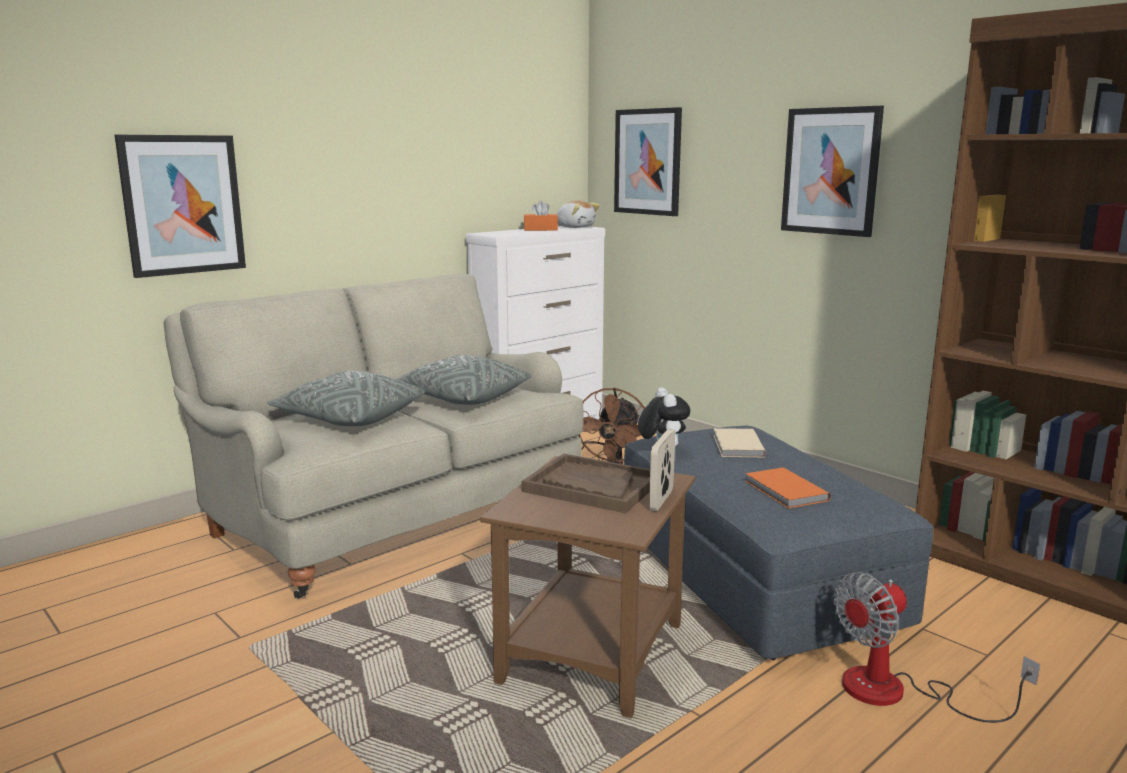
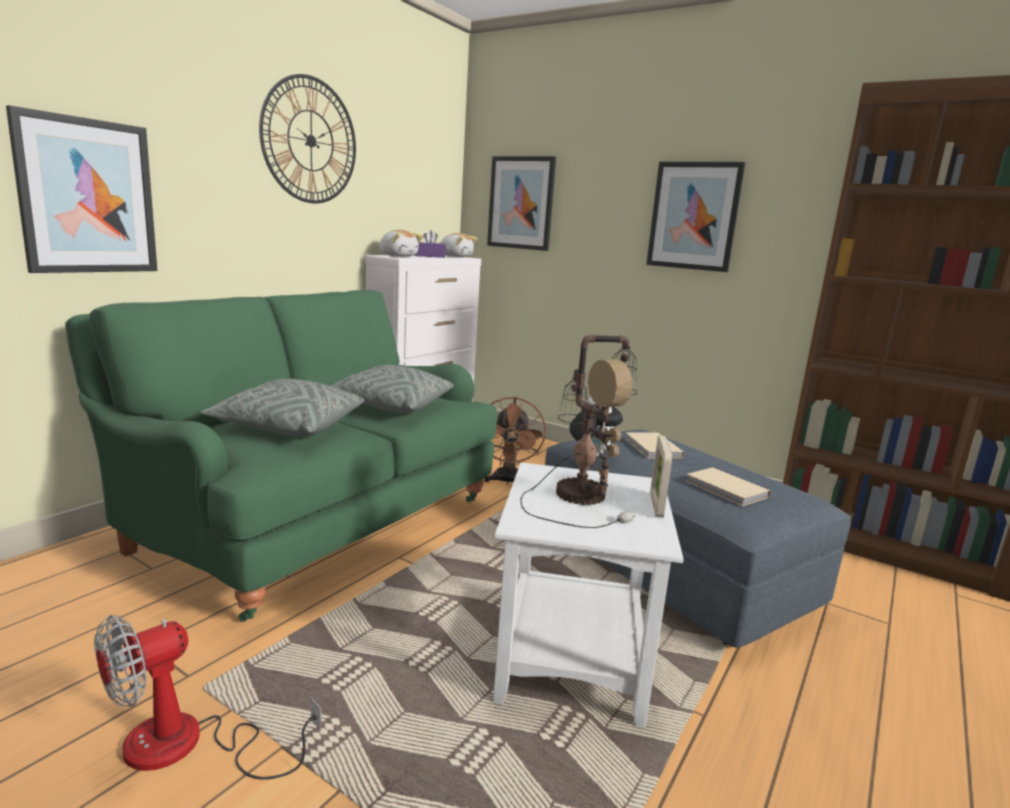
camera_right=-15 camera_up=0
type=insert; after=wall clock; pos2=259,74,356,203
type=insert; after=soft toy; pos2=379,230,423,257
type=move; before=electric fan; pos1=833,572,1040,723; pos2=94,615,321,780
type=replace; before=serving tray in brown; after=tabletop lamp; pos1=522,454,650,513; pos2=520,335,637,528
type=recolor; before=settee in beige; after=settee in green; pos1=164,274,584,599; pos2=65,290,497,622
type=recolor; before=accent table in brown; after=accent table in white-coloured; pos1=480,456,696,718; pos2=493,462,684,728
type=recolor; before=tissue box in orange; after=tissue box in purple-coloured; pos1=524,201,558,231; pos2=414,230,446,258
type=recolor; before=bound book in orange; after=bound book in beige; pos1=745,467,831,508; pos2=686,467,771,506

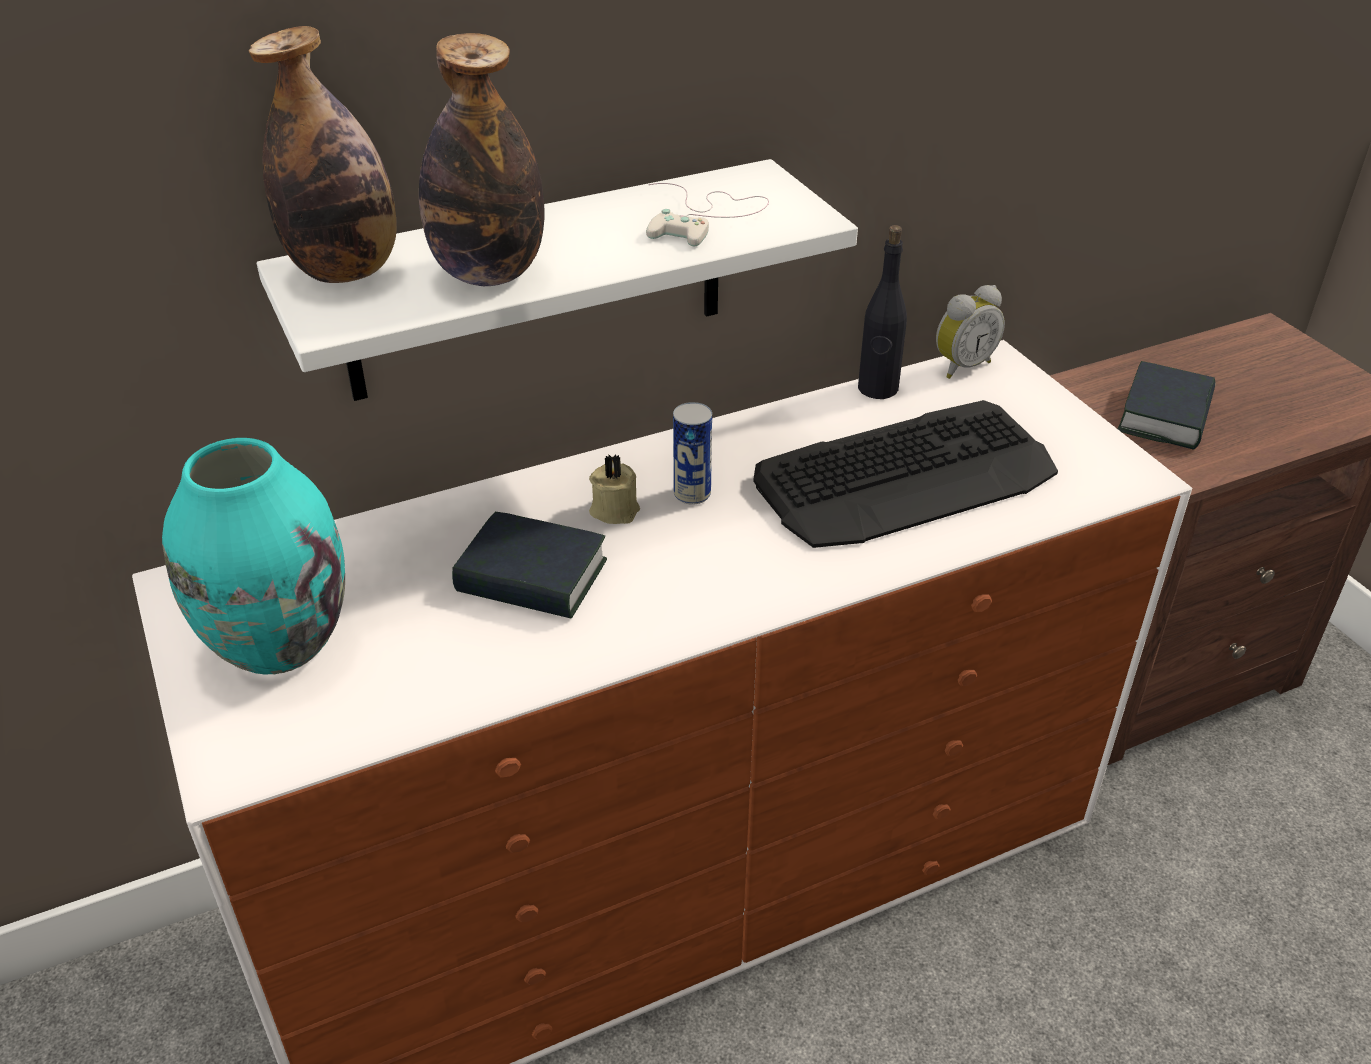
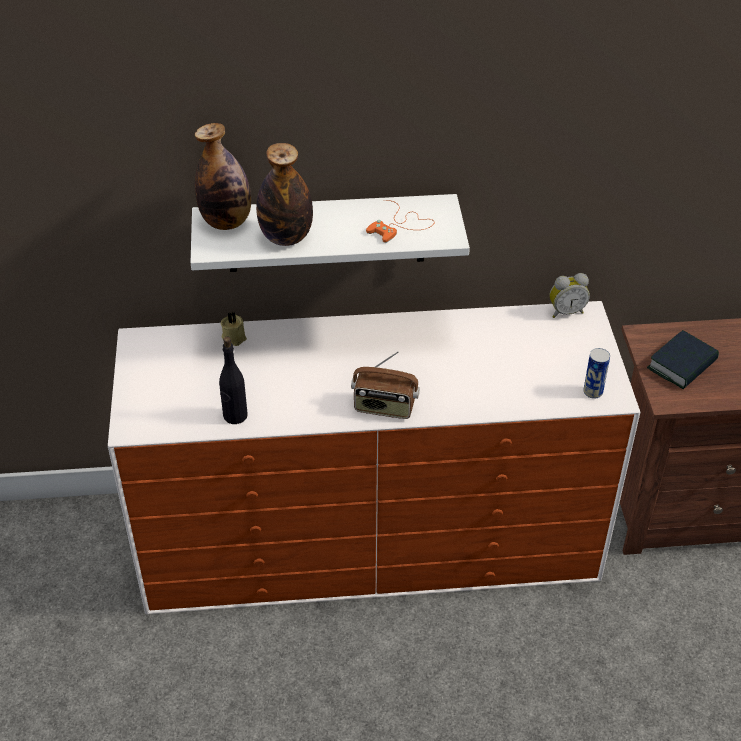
camera_right=20 camera_up=5
type=delete; before=flower vase in turquoise-coloured; pos1=162,438,345,675
type=delete; before=bound book; pos1=452,512,607,619
type=delete; before=PC keyboard; pos1=753,400,1058,548
type=insert; after=radio set; pos2=351,352,420,419
type=move; before=wax light in beige; pos1=589,454,640,524; pos2=221,312,247,346
type=move; before=metal can; pos1=673,402,712,505; pos2=583,348,610,399
type=move; before=drink bottle in blackish; pos1=858,225,907,399; pos2=219,337,248,424
type=recolor; before=gamepad in white-coloured; after=gamepad in orange; pos1=646,183,769,246; pos2=366,200,435,243

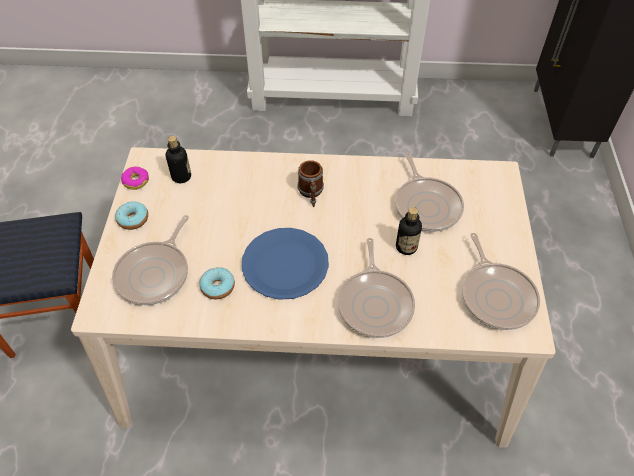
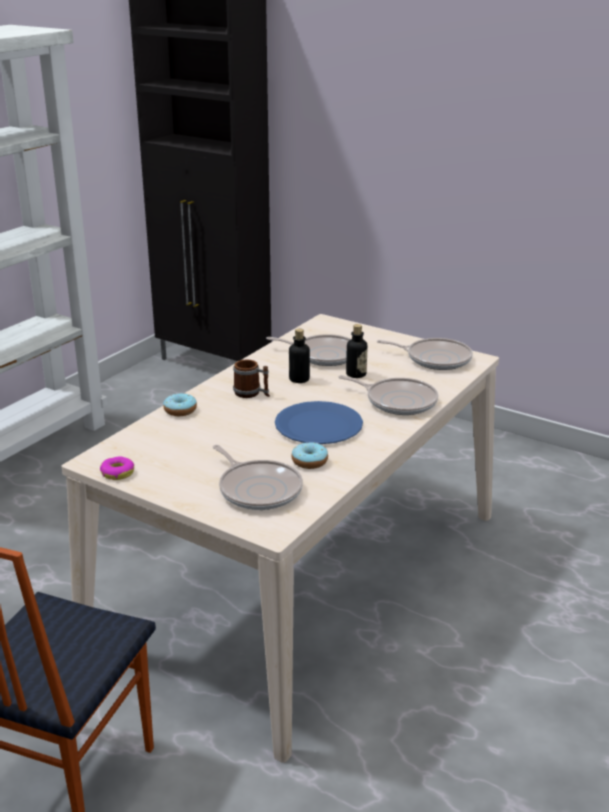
camera_right=-60 camera_up=-25
type=move; before=ring doughnut; pos1=115,201,148,230; pos2=163,393,197,416
type=move; before=drink bottle; pos1=166,136,191,183; pos2=289,329,310,383

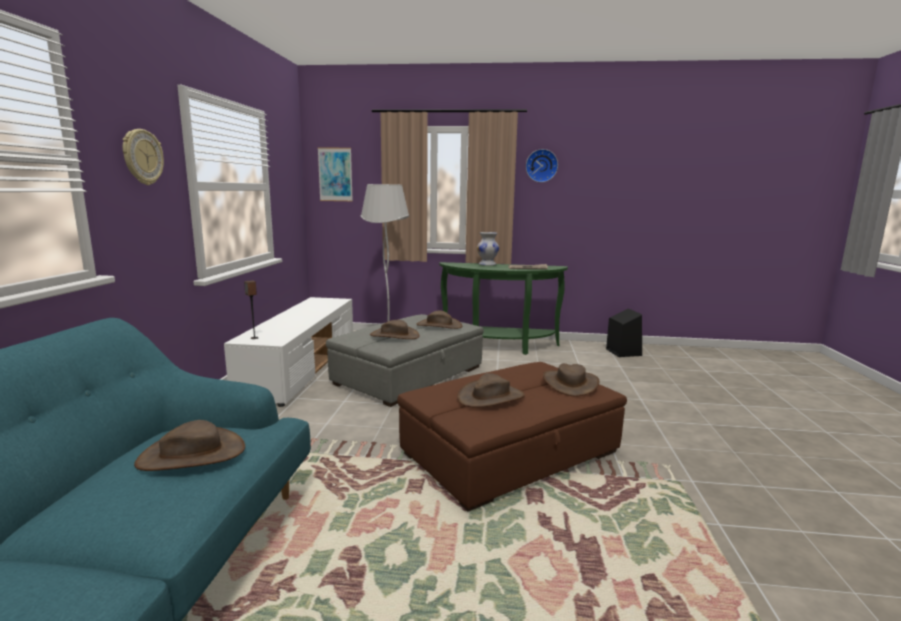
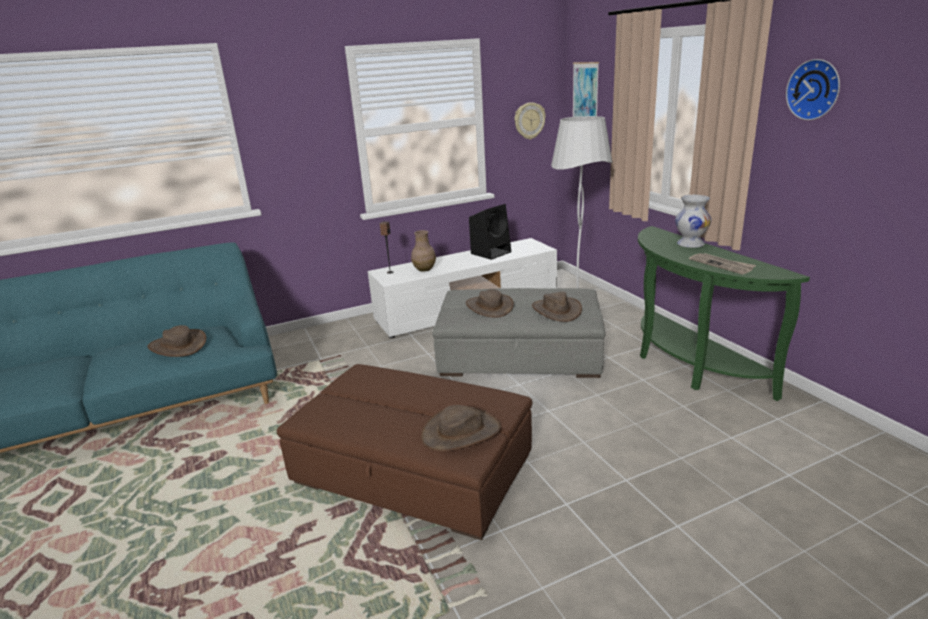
camera_right=60 camera_up=10
type=delete; before=wearable hat in brown; pos1=457,373,525,408
type=insert; after=flower vase in brown; pos2=411,230,436,271
type=move; before=wall clock; pos1=123,129,164,185; pos2=515,102,546,139
type=move; before=loudspeaker in blackish; pos1=606,308,642,357; pos2=469,204,511,260

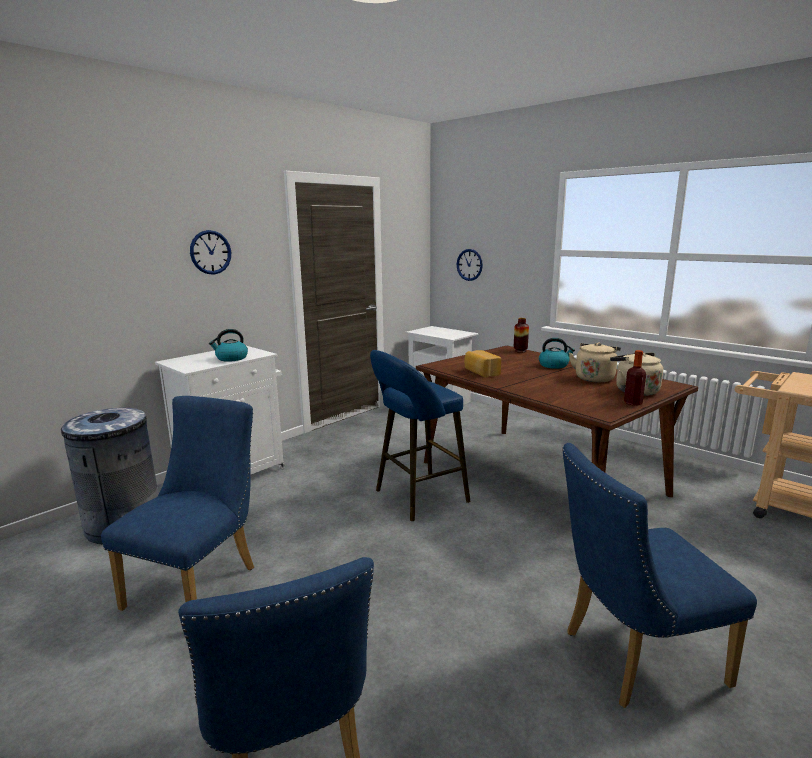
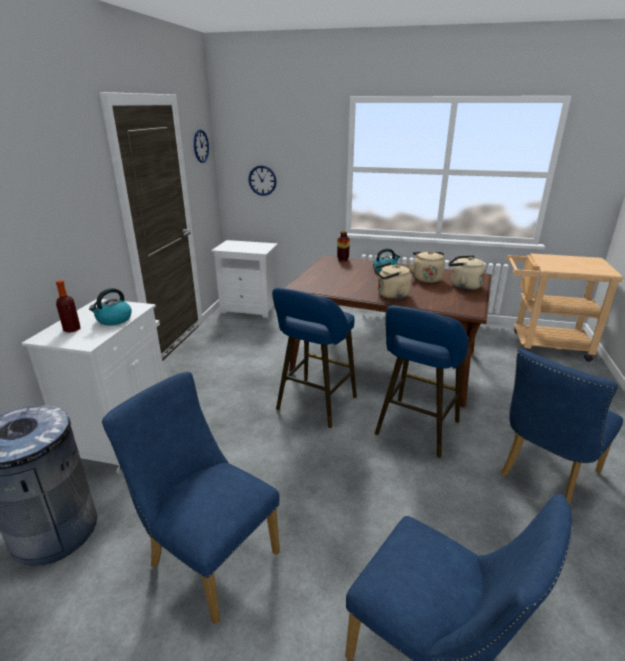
camera_right=-30 camera_up=10
type=delete; before=bread; pos1=464,350,501,377
type=insert; after=water kettle in beige; pos2=374,262,412,299
type=insert; after=stool seat in blue-coloured; pos2=375,305,469,458
type=move; before=wall clock; pos1=190,230,231,275; pos2=194,129,209,163
type=move; before=drink bottle; pos1=624,350,646,406; pos2=56,280,80,333
type=rotate; before=chair in blue-coloured; pos1=101,396,254,611; pos2=102,372,280,625; turn=-45

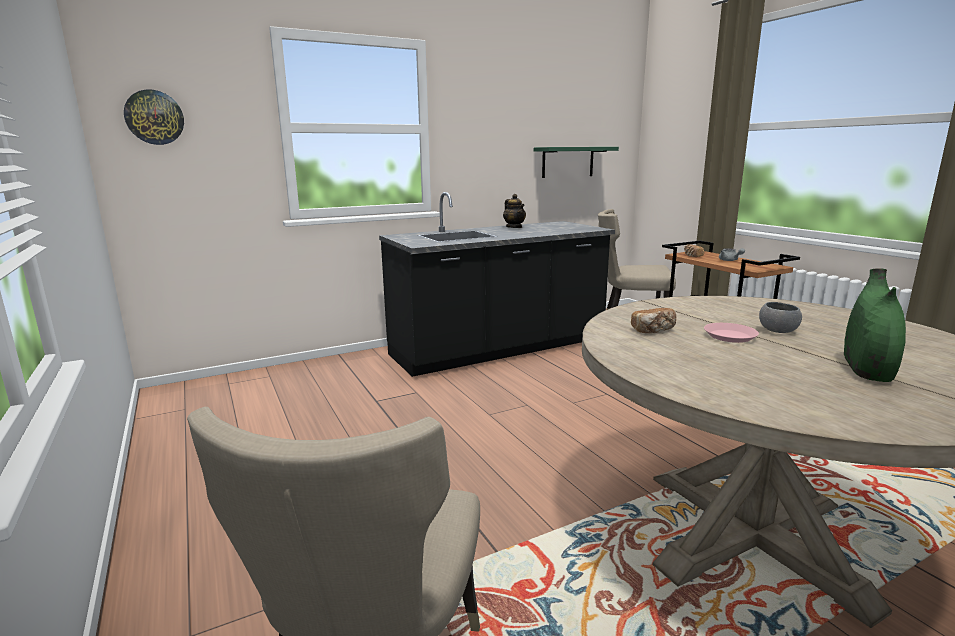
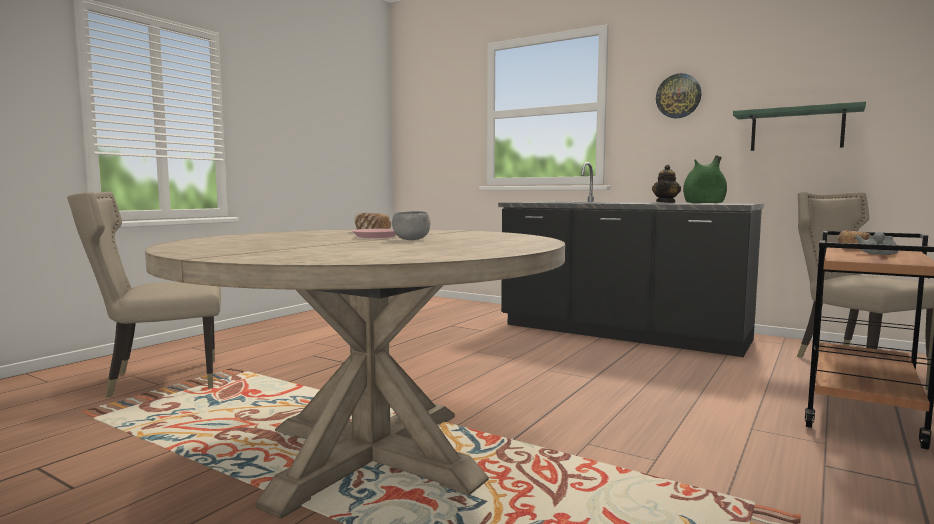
camera_right=60 camera_up=-10
type=move; before=wall clock; pos1=124,89,184,145; pos2=656,73,701,118
type=move; before=flower vase in green; pos1=844,268,906,382; pos2=683,156,727,203

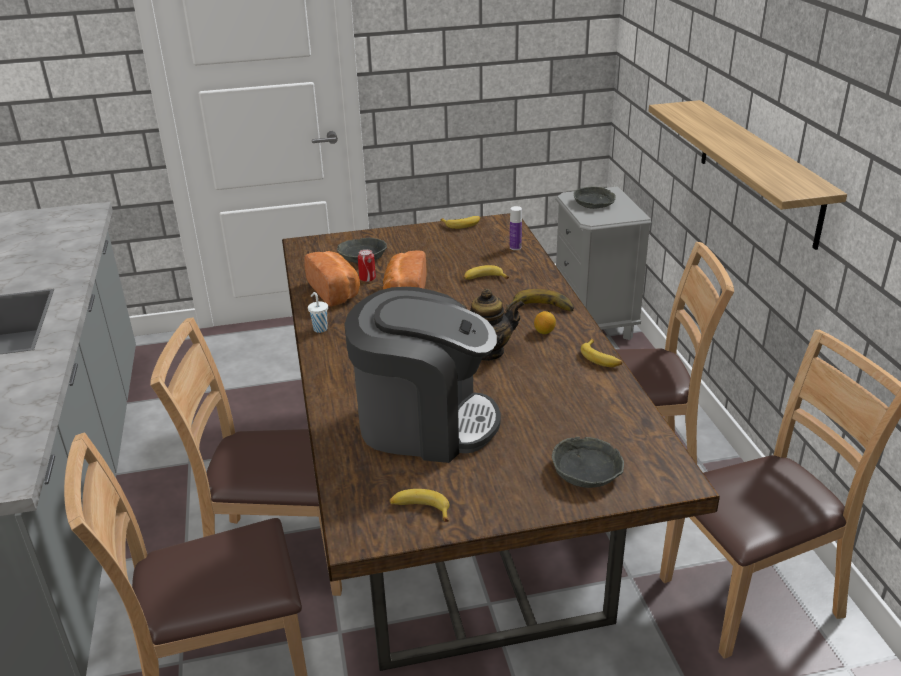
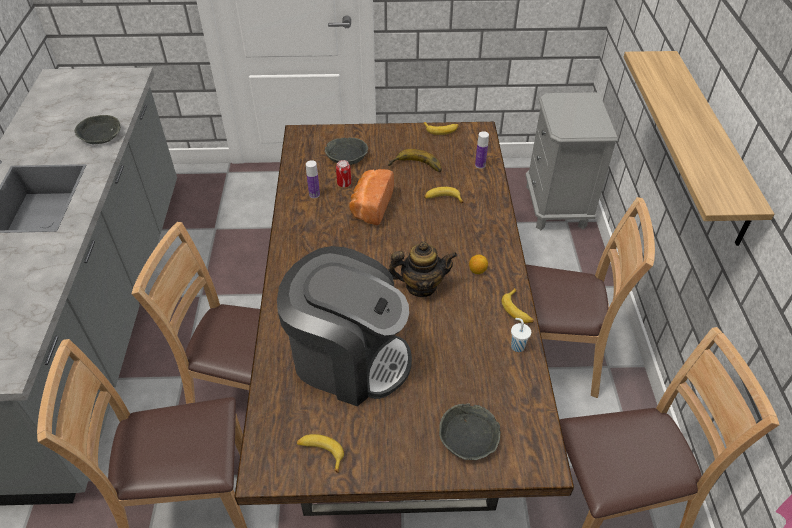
camera_right=10 camera_up=15
type=move; before=cup in white-coloured; pos1=308,292,328,333; pos2=511,318,531,352
type=move; before=banana fruit; pos1=506,289,574,312; pos2=388,149,442,173
type=move; before=deep dish in gray; pos1=574,187,616,209; pos2=74,115,121,144
type=replace; before=bread; after=drink bottle; pos1=304,251,360,307; pos2=306,160,320,198

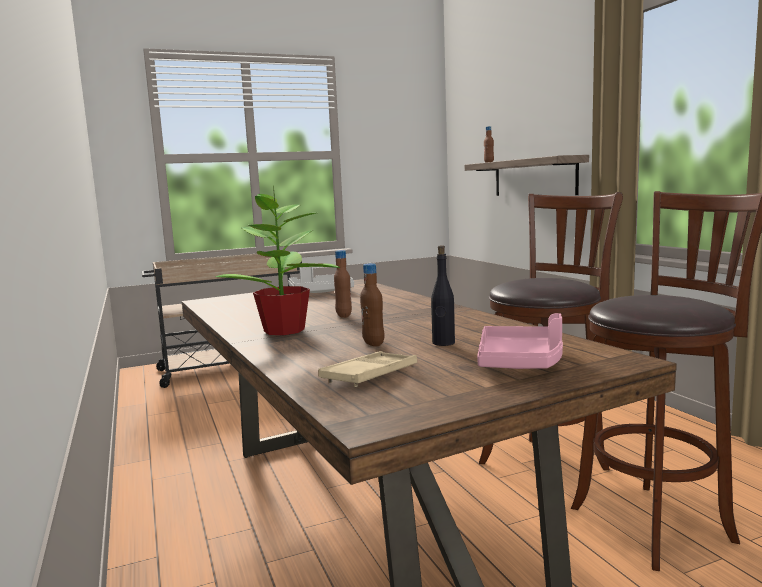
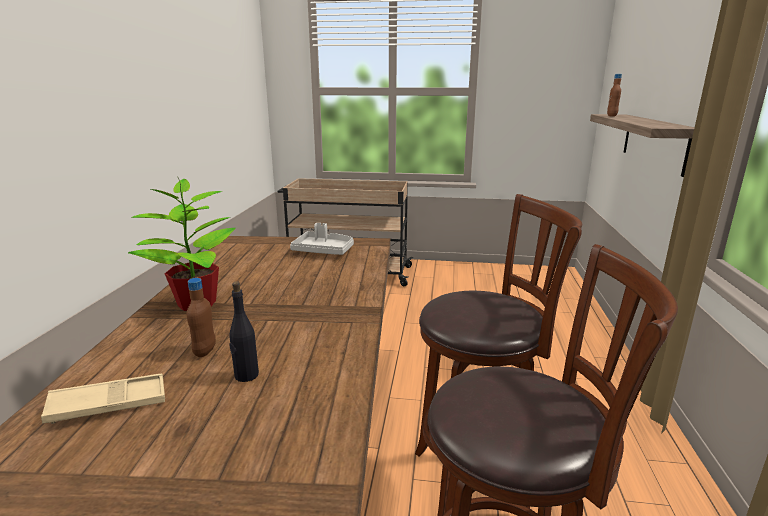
camera_right=30 camera_up=10
type=delete; before=drink bottle in brown; pos1=334,250,352,318
type=delete; before=serving tray in pinkish; pos1=477,313,563,369

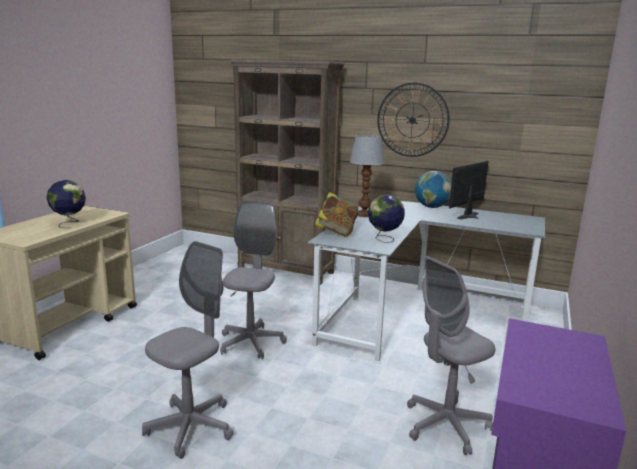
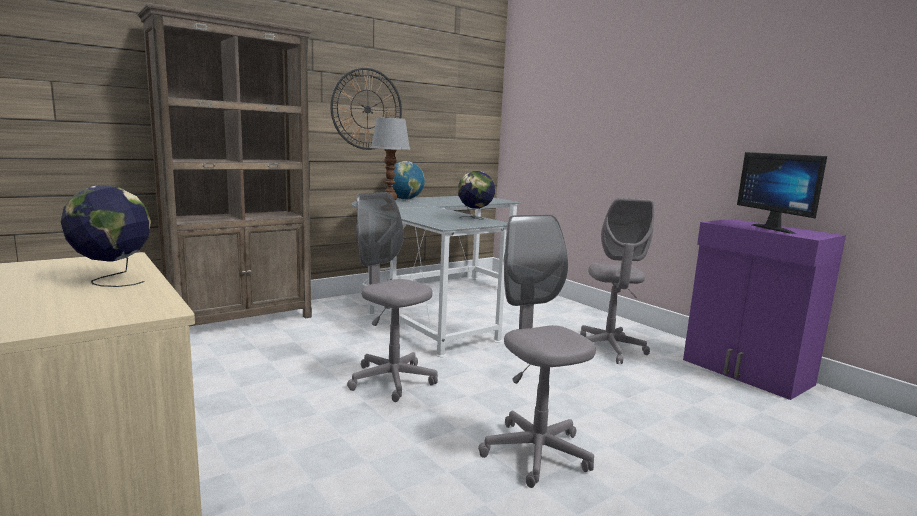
camera_right=-60 camera_up=-5
type=delete; before=bound book; pos1=314,192,358,237
type=move; before=computer screen; pos1=449,161,488,219; pos2=737,152,827,234

